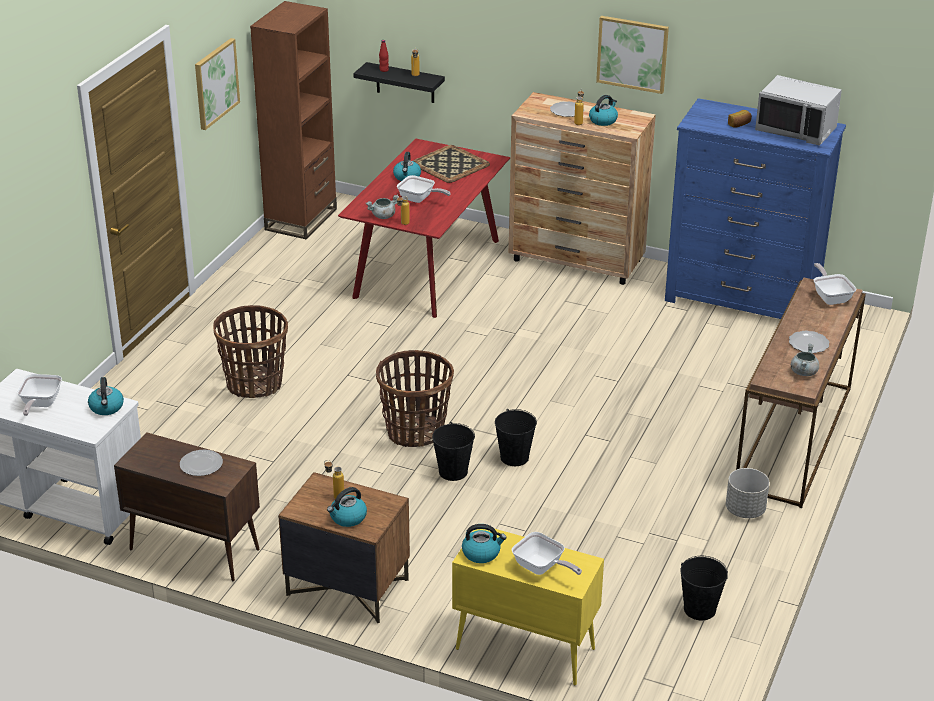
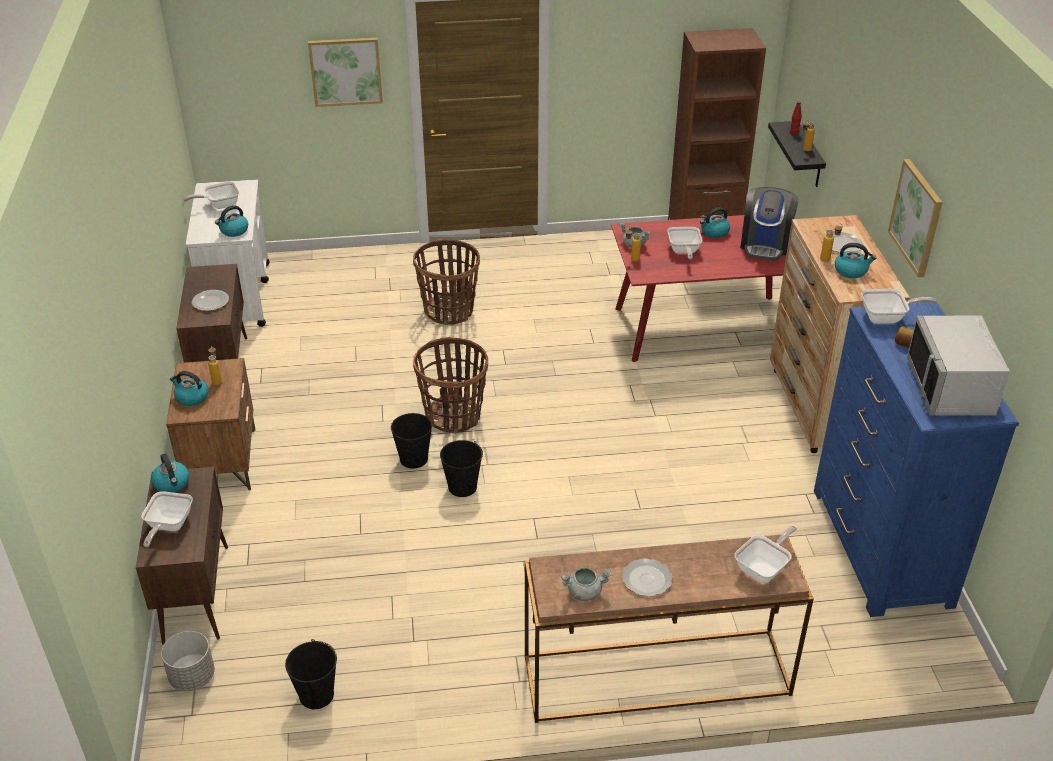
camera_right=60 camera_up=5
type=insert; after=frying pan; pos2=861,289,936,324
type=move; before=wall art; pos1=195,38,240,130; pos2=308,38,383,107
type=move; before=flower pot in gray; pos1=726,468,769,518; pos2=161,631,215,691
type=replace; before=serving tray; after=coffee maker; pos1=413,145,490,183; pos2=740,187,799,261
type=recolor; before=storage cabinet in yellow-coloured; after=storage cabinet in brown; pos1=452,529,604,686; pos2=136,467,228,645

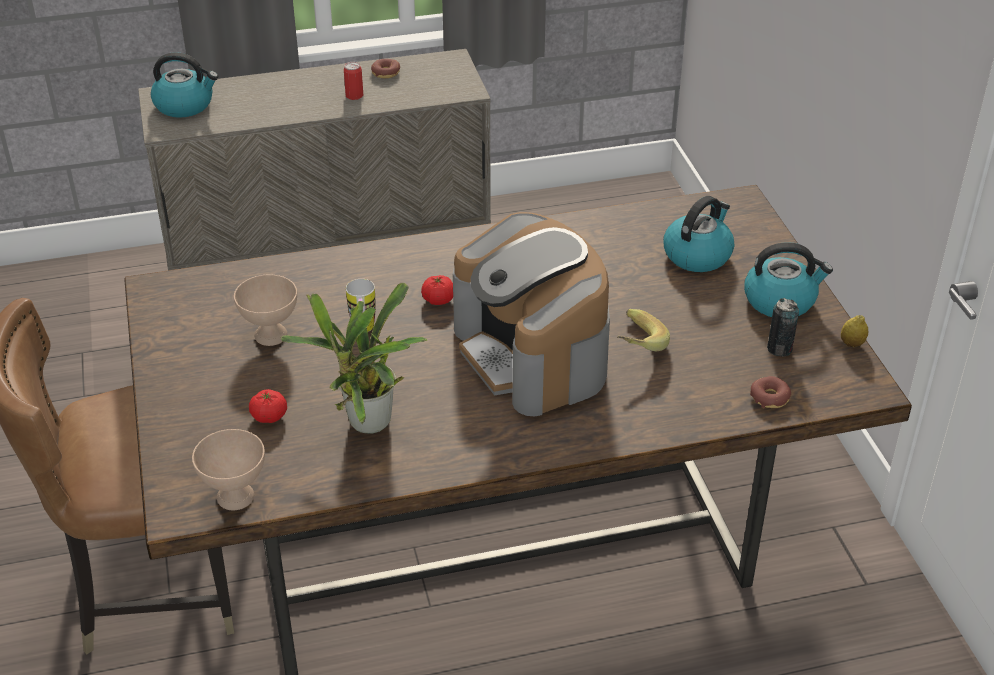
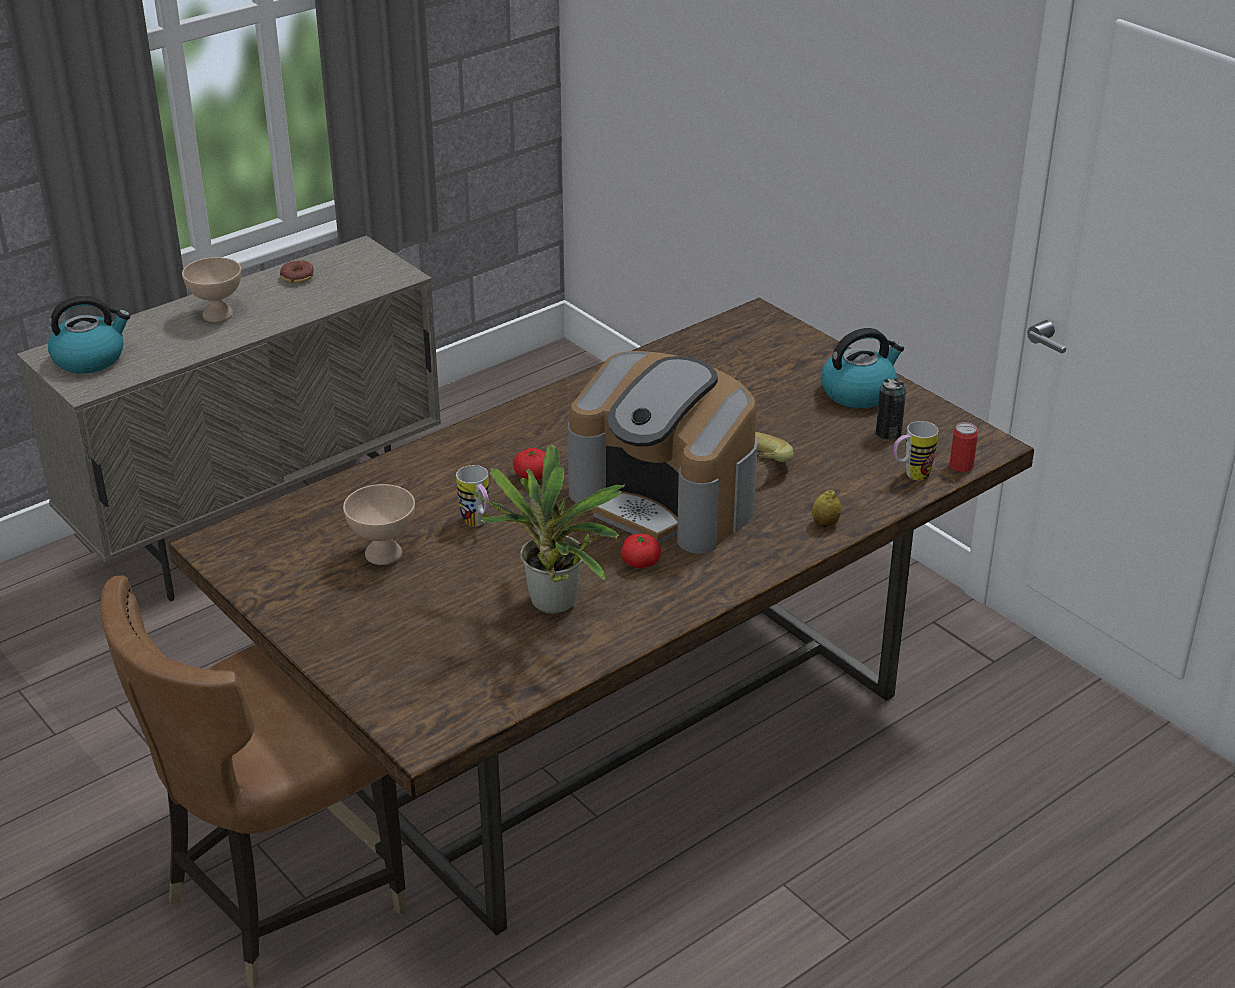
camera_right=-25 camera_up=-5
type=delete; before=water kettle; pos1=663,196,734,272
type=move; before=deep dish in beige; pos1=192,429,265,510; pos2=182,257,241,322
type=move; before=fresh tomato; pos1=249,389,287,423; pos2=621,534,661,569
type=move; before=metal can; pos1=344,62,363,100; pos2=950,422,978,472
type=move; before=whole lemon; pos1=841,315,869,347; pos2=812,490,841,527
type=replace; before=ring doughnut; after=coffee mug; pos1=750,376,791,408; pos2=894,421,939,480

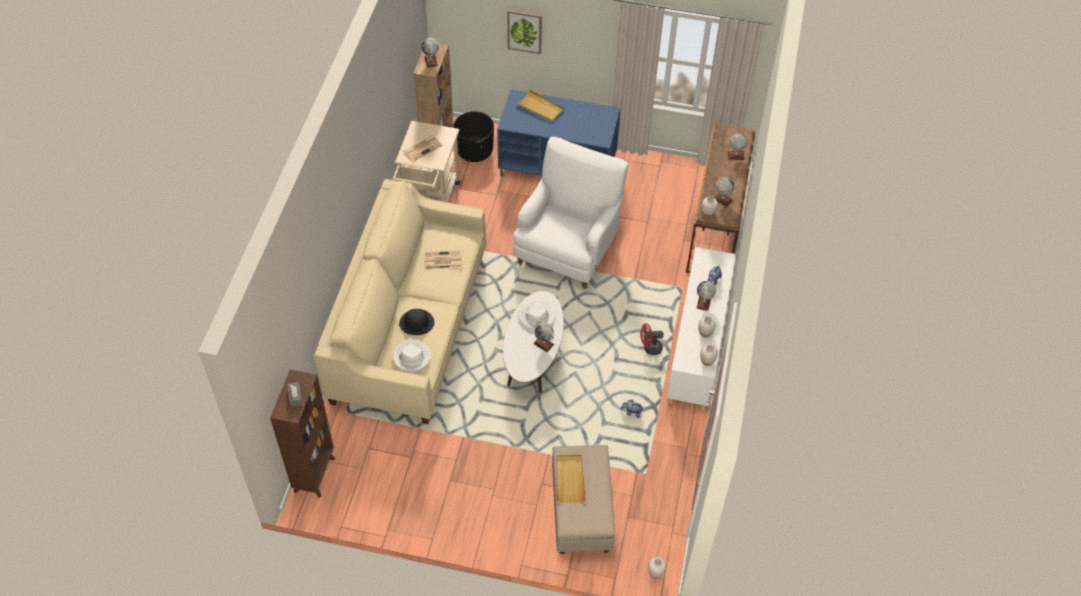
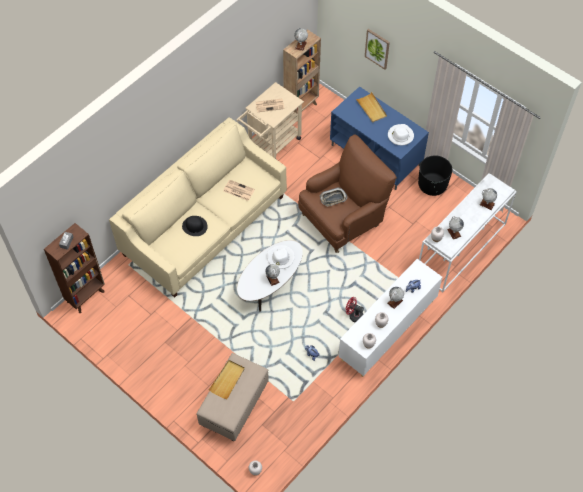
camera_right=30 camera_up=5
type=insert; after=serving tray; pos2=320,187,348,207
type=move; before=wearable hat in white-coloured; pos1=393,339,431,372; pos2=388,124,414,145
type=move; before=flower pot in blackish; pos1=453,111,494,162; pos2=418,155,452,196
type=recolor; before=lounge chair in white-coloured; after=lounge chair in brown; pos1=513,137,629,289; pos2=298,134,397,253
type=recolor; before=hall table in brown; after=hall table in white-coloured; pos1=686,123,756,273; pos2=419,173,517,292

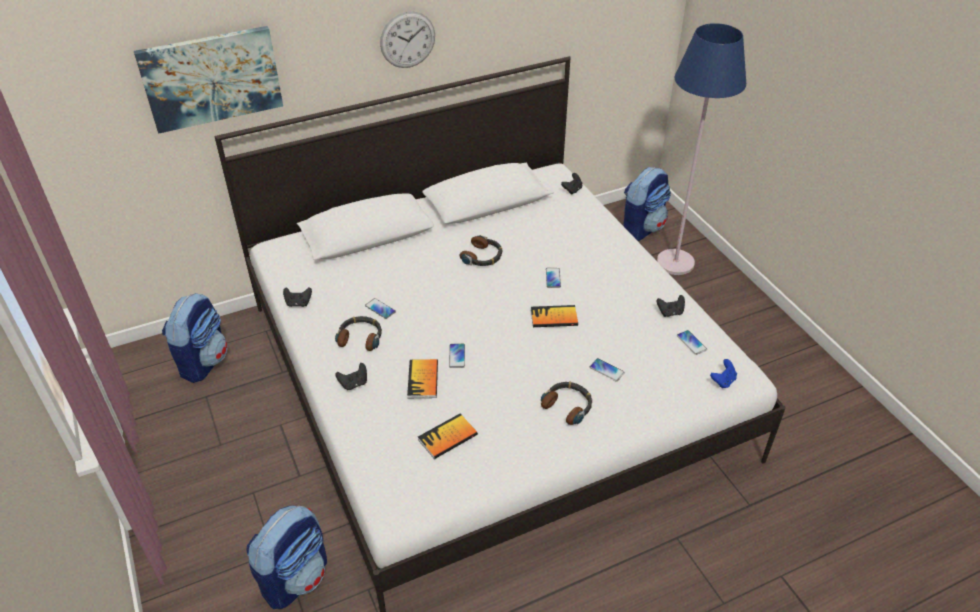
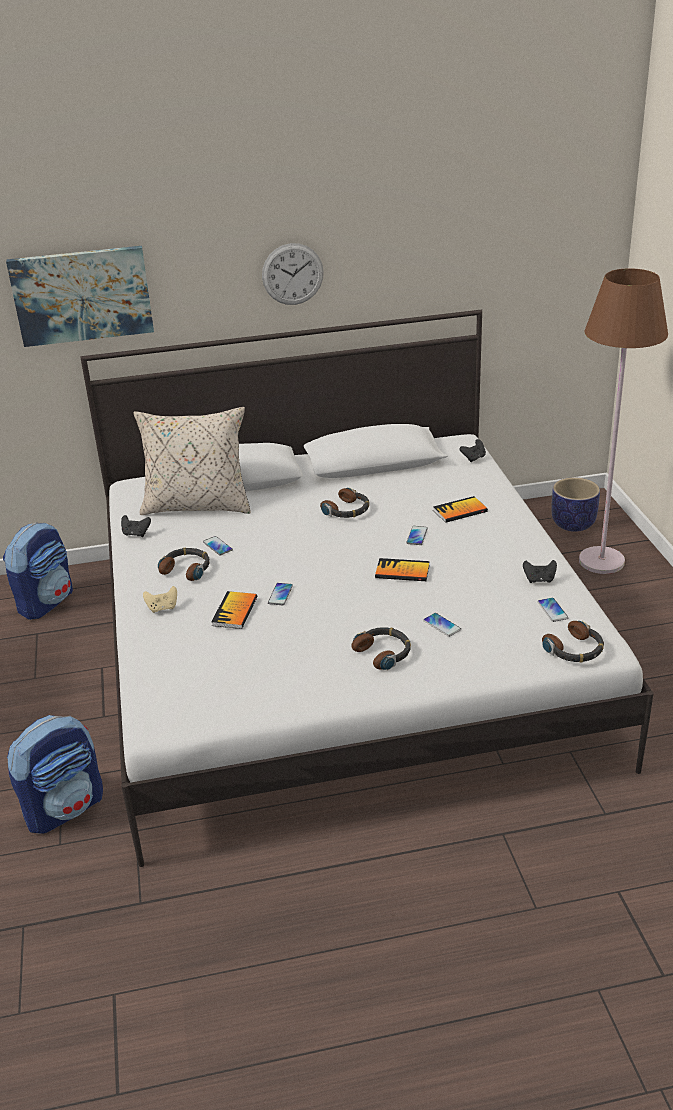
camera_right=15 camera_up=-10
type=insert; after=pillow in beige; pos2=133,407,251,515
type=move; before=bound book; pos1=418,414,478,459; pos2=433,496,488,523
type=replace; before=rucksack; after=flower pot; pos1=623,167,671,241; pos2=551,478,600,532
type=replace; before=gamepad in blue-coloured; after=headphones; pos1=710,359,737,389; pos2=542,621,604,663
type=recolor; before=gamepad in blackish; after=gamepad in beige; pos1=336,363,367,390; pos2=143,586,177,613
type=recolor; before=standard lamp in blue-coloured; after=standard lamp in brown; pos1=657,23,746,275; pos2=579,268,668,574

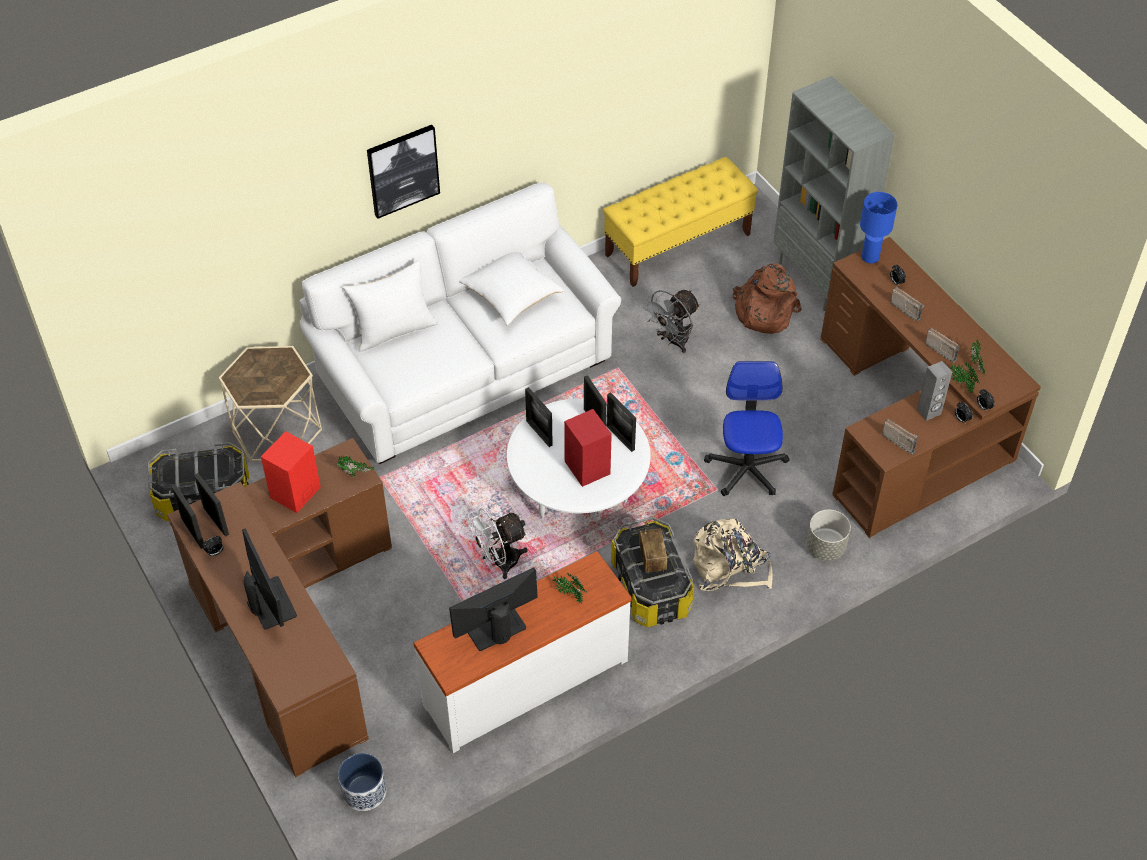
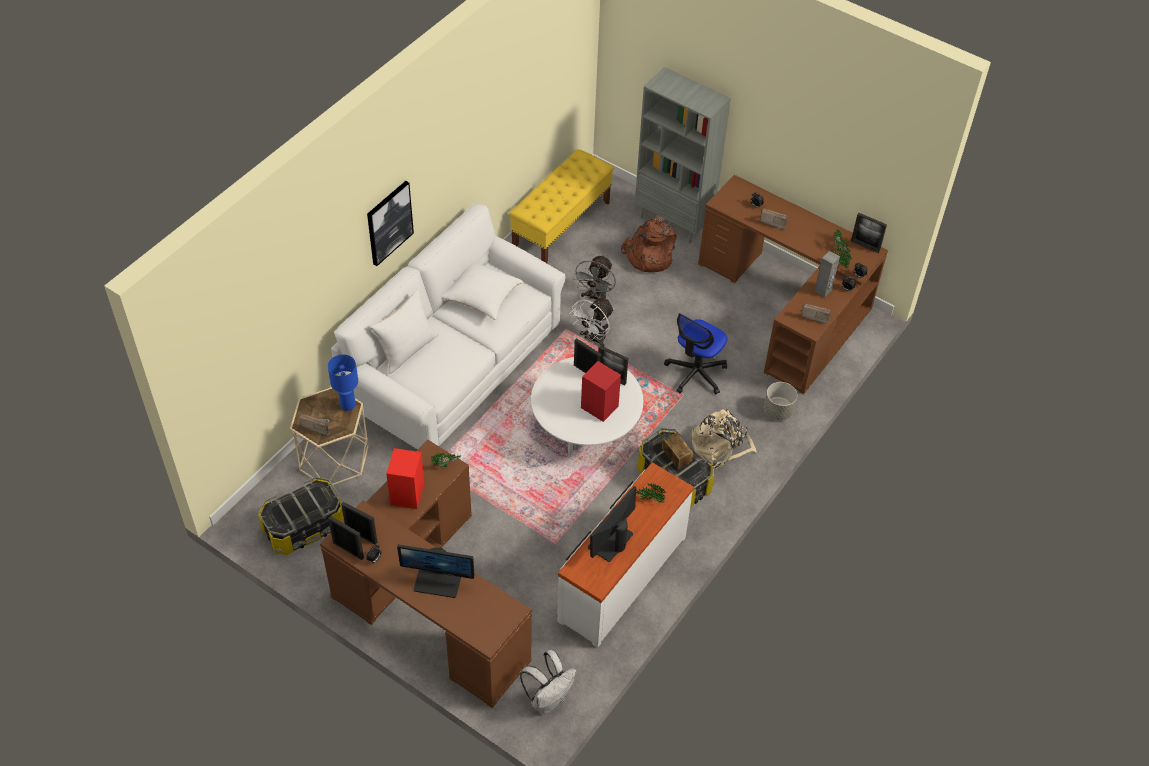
camera_right=-25 camera_up=0
type=move; before=electric fan in white-coloured; pos1=467,508,528,579; pos2=569,298,614,347
type=move; before=photo frame; pos1=525,387,553,447; pos2=851,213,887,253
type=move; before=tabletop lamp in blue-coloured; pos1=860,192,897,264; pos2=328,354,358,411
type=move; before=radio set; pos1=925,328,960,363; pos2=300,414,330,435
type=replace; before=flower pot; after=rucksack in white-coloured; pos1=338,753,386,811; pos2=520,650,577,714
type=rotate; before=computer screen; pos1=242,528,297,630; pos2=397,544,475,598; turn=150
type=rotate; before=desk chair; pos1=704,361,790,496; pos2=664,313,727,394; turn=-120

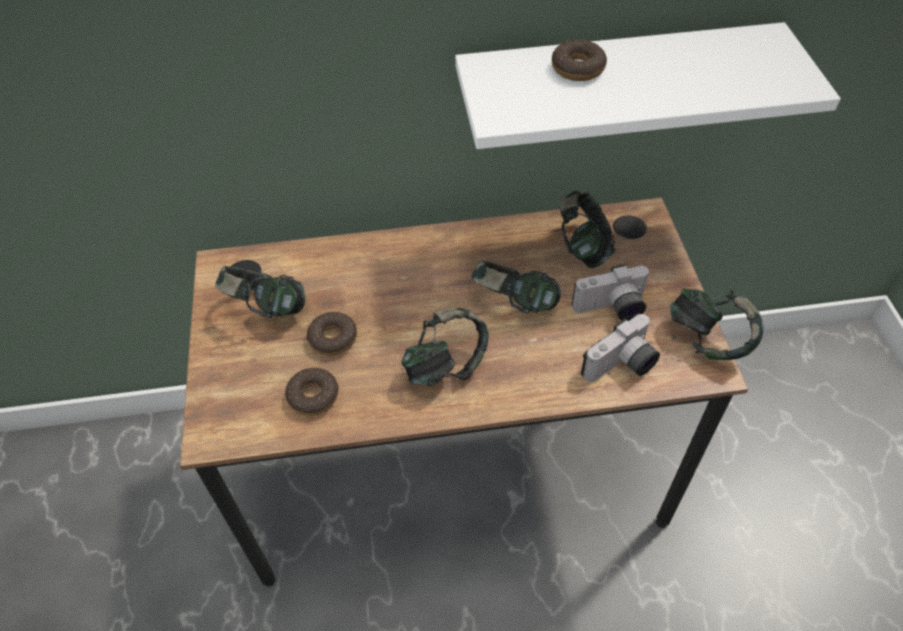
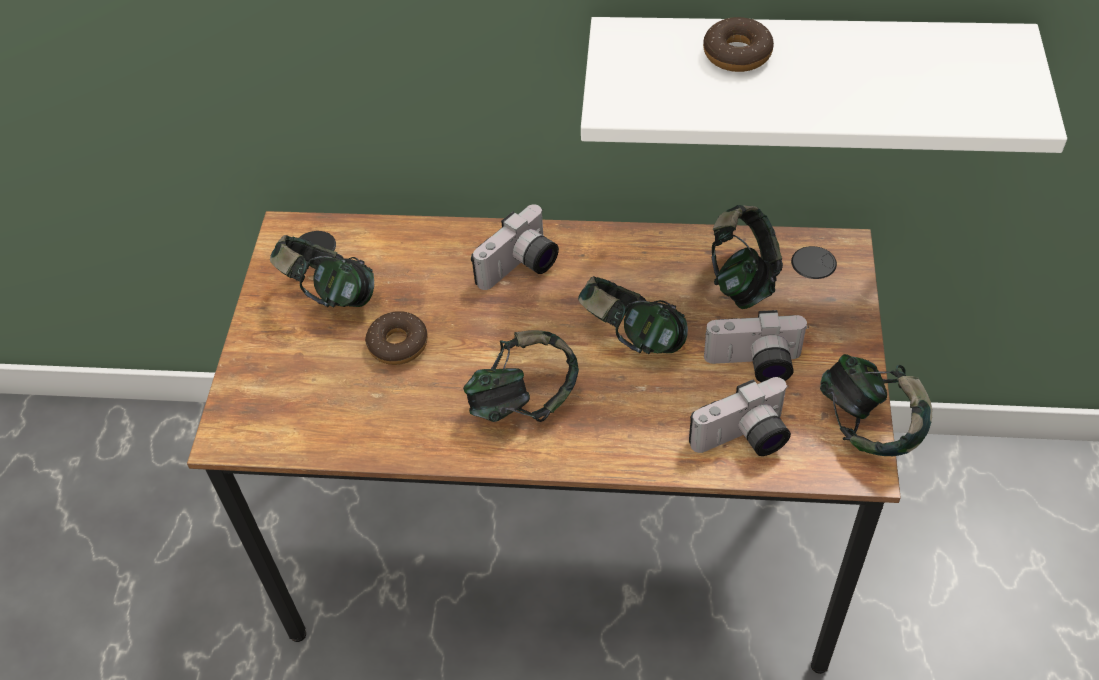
camera_right=15 camera_up=0
type=delete; before=ring doughnut; pos1=285,368,338,415
type=insert; after=photo camera; pos2=471,204,559,290

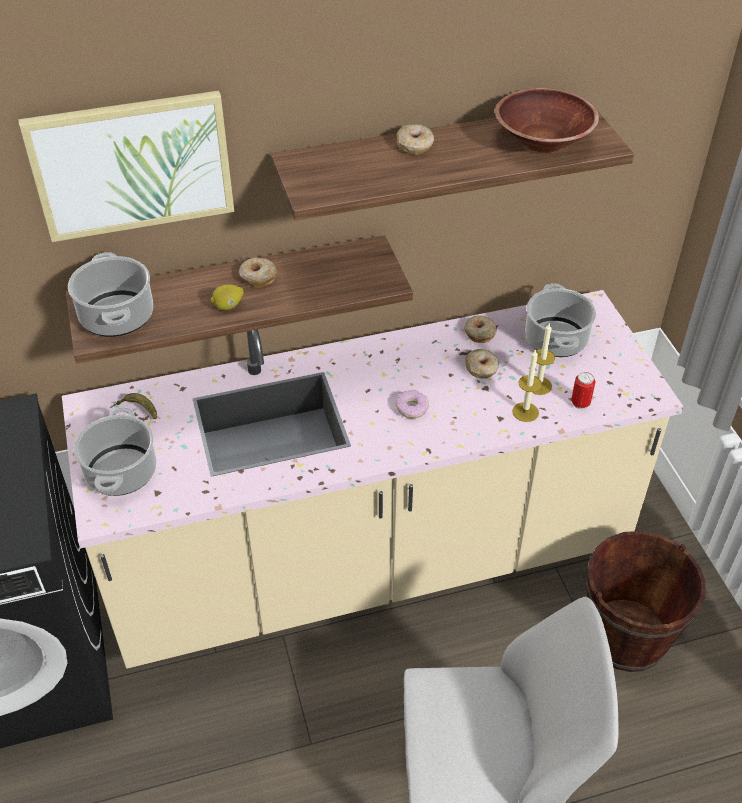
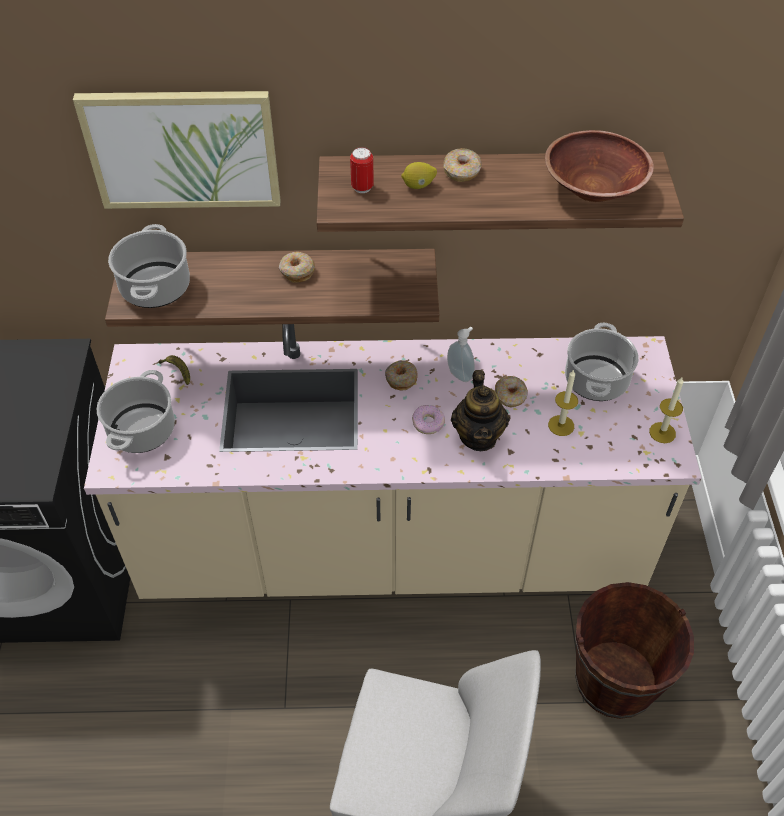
camera_right=15 camera_up=5
type=insert; after=liquid soap bottle; pos2=447,327,475,382
type=insert; after=tea pot; pos2=451,370,510,451
type=move; before=whole lemon; pos1=211,285,244,310; pos2=401,162,437,189
type=move; before=ring doughnut; pos1=464,315,497,343; pos2=385,360,418,391
type=move; before=wax light; pos1=512,349,542,422; pos2=649,377,684,443
type=move; before=metal can; pos1=571,372,595,409; pos2=350,147,374,193

